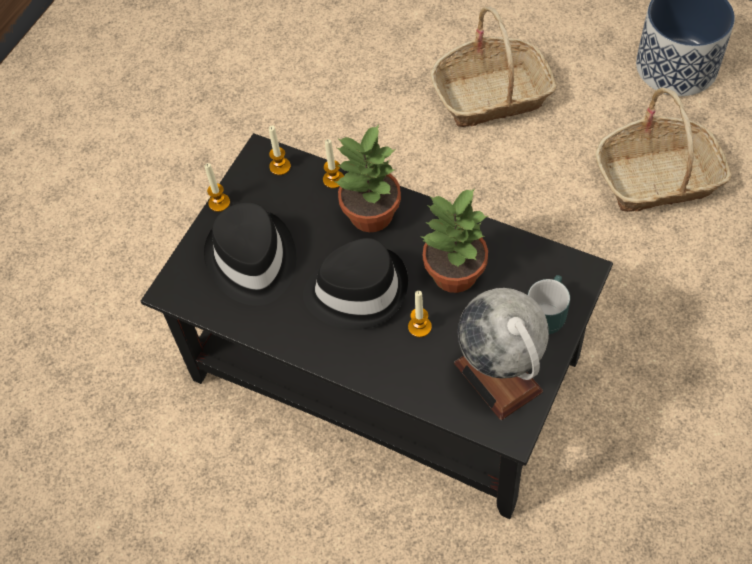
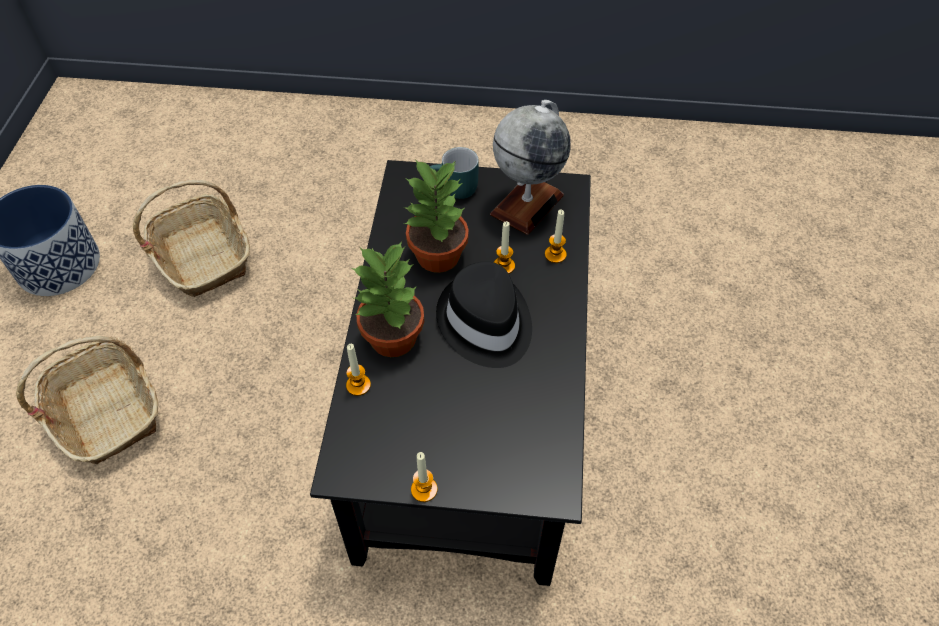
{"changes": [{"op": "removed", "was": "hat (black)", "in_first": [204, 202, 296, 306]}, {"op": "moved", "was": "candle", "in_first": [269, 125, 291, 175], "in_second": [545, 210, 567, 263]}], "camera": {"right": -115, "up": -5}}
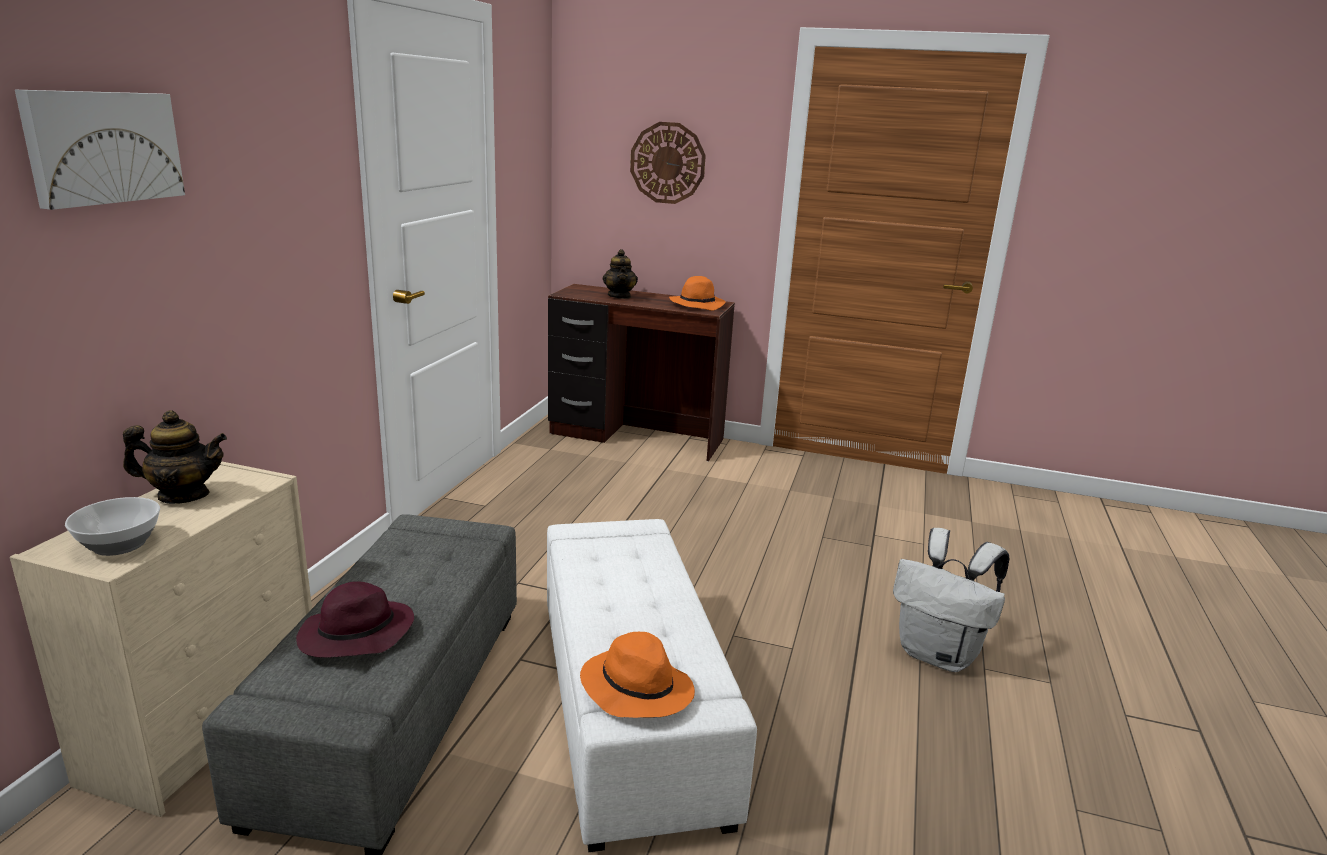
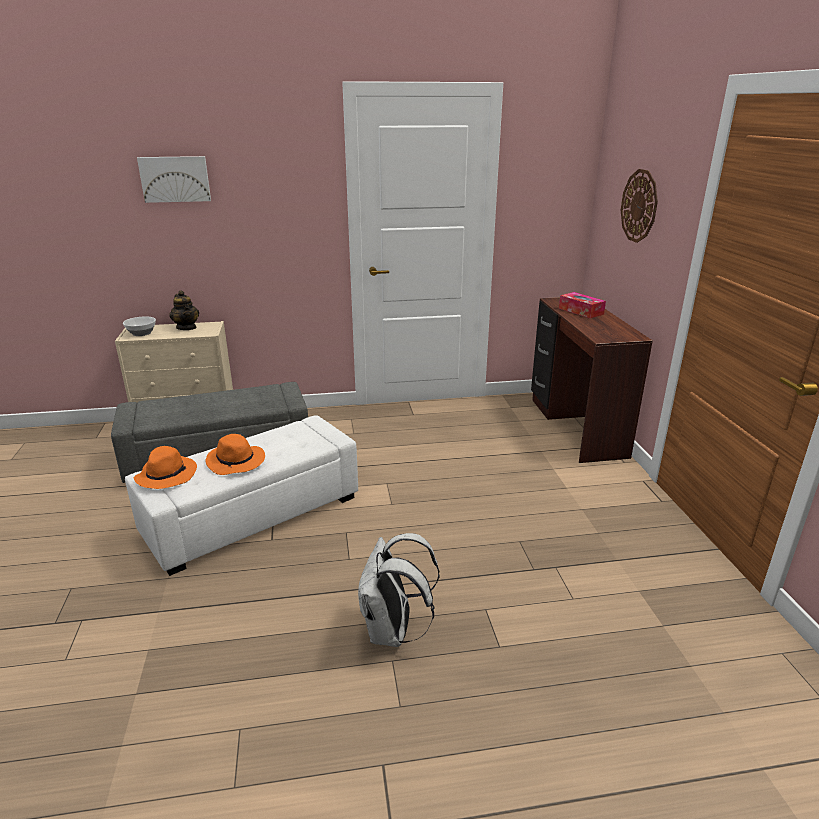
{"changes": [{"op": "removed", "was": "hat (purple)", "in_first": [296, 581, 414, 658]}, {"op": "replaced", "was": "teapot", "now": "tissue box", "in_first": [602, 249, 638, 299], "in_second": [559, 292, 606, 318]}, {"op": "moved", "was": "hat (orange)", "in_first": [669, 276, 726, 311], "in_second": [206, 434, 265, 475]}], "camera": {"right": 65, "up": 5}}
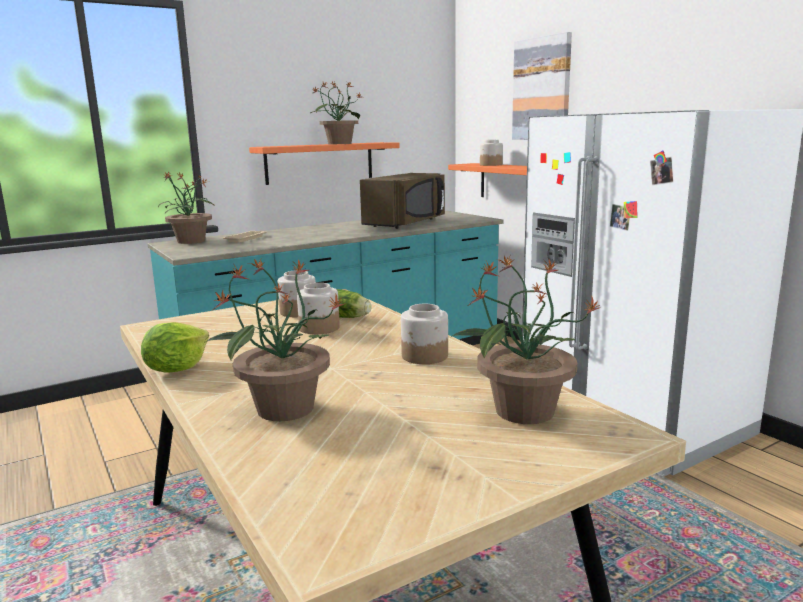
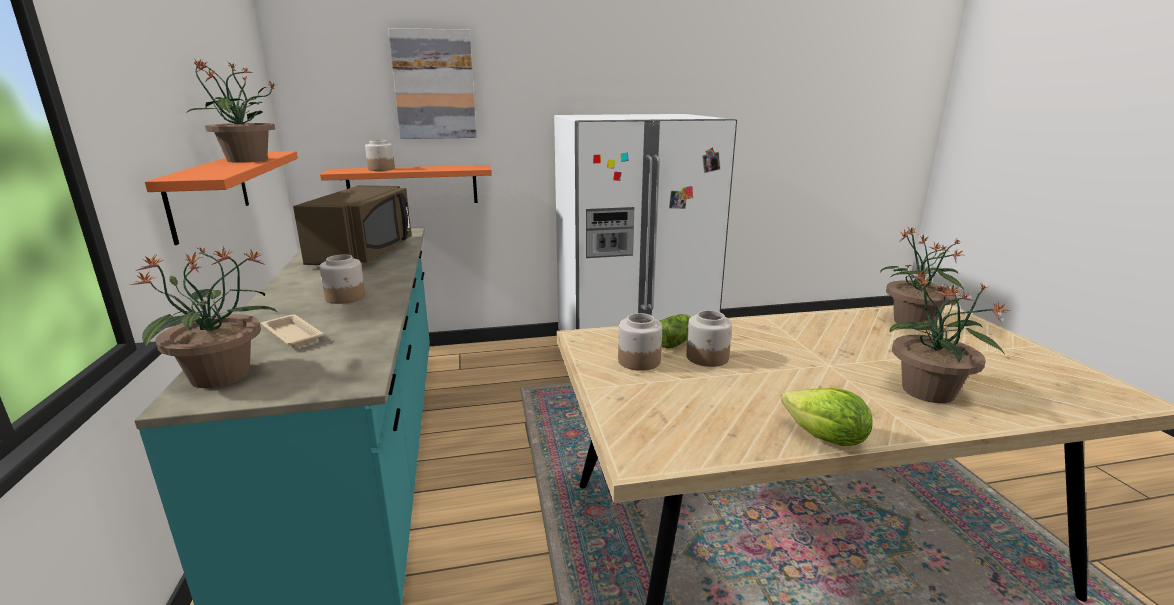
{"changes": [{"op": "turned", "was": "microwave (brown)", "in_first": [360, 173, 445, 229], "in_second": [293, 185, 412, 265], "clockwise": 45}, {"op": "moved", "was": "jar", "in_first": [401, 304, 448, 364], "in_second": [319, 254, 365, 304]}], "camera": {"right": -70, "up": 5}}
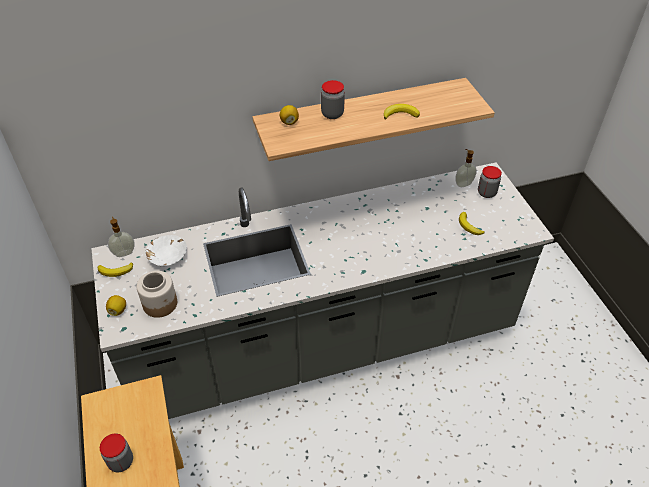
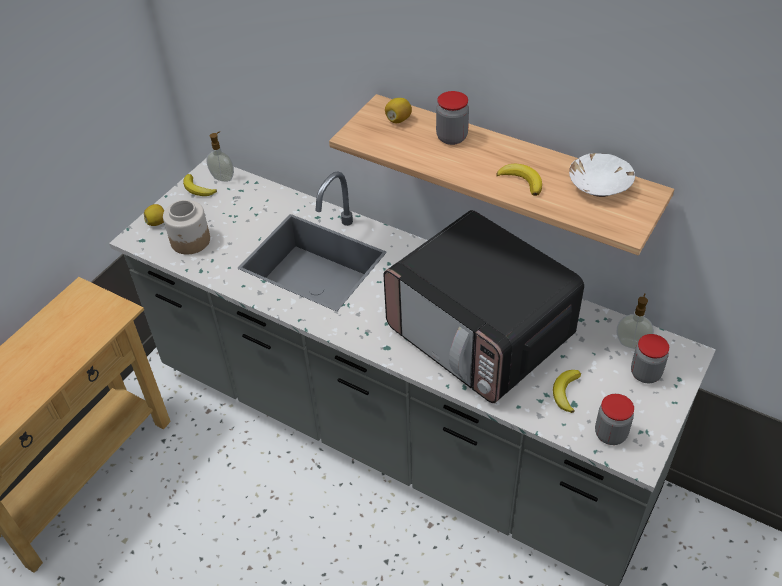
{"changes": [{"op": "moved", "was": "jar", "in_first": [100, 433, 133, 472], "in_second": [595, 394, 634, 445]}, {"op": "moved", "was": "bowl (white)", "in_first": [146, 235, 187, 266], "in_second": [569, 153, 635, 197]}, {"op": "added", "now": "microwave", "in_second": [383, 210, 584, 403]}], "camera": {"right": 50, "up": 0}}
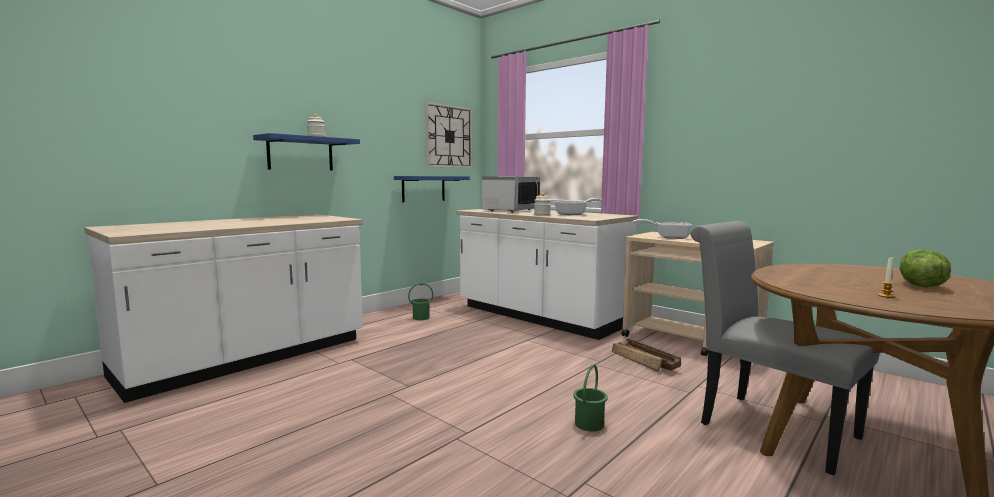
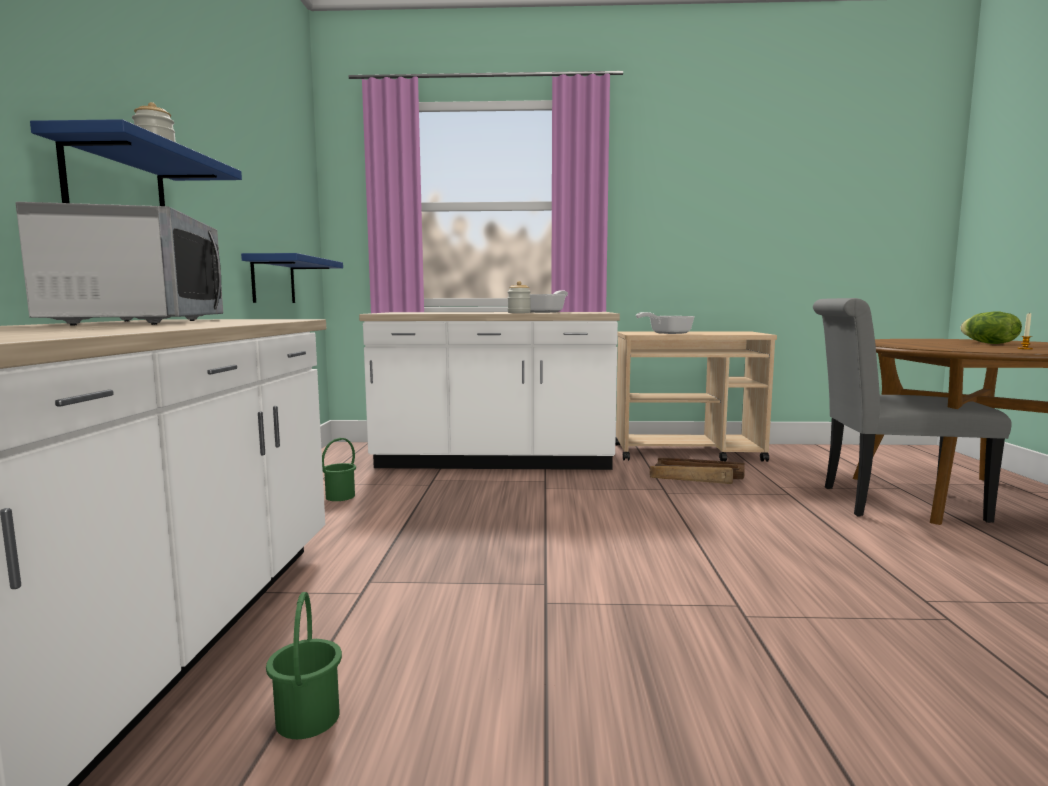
{"changes": [{"op": "removed", "was": "wall clock", "in_first": [425, 102, 472, 168]}, {"op": "moved", "was": "microwave", "in_first": [482, 176, 540, 212], "in_second": [16, 202, 223, 325]}, {"op": "moved", "was": "bucket (green)", "in_first": [573, 365, 608, 432], "in_second": [266, 592, 342, 739]}], "camera": {"right": -40, "up": 0}}
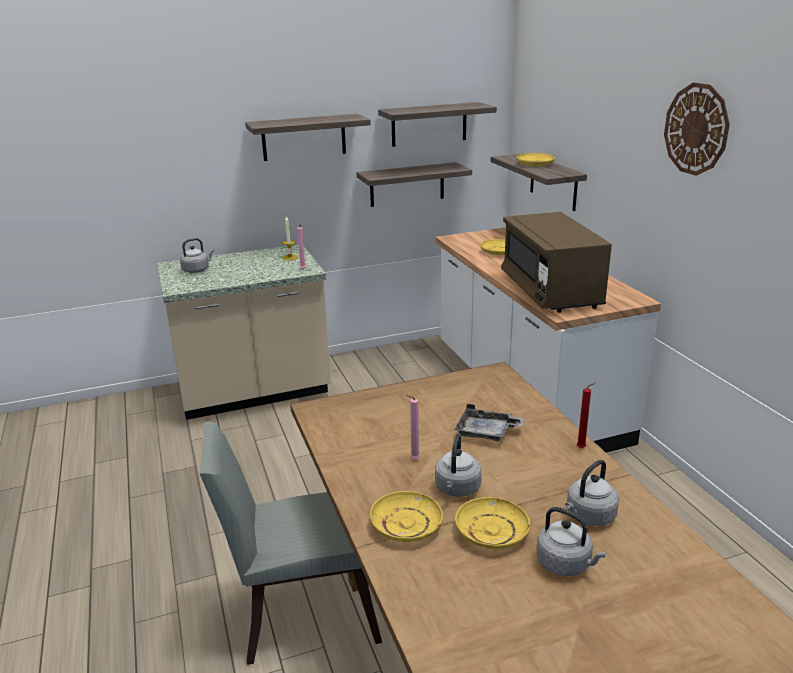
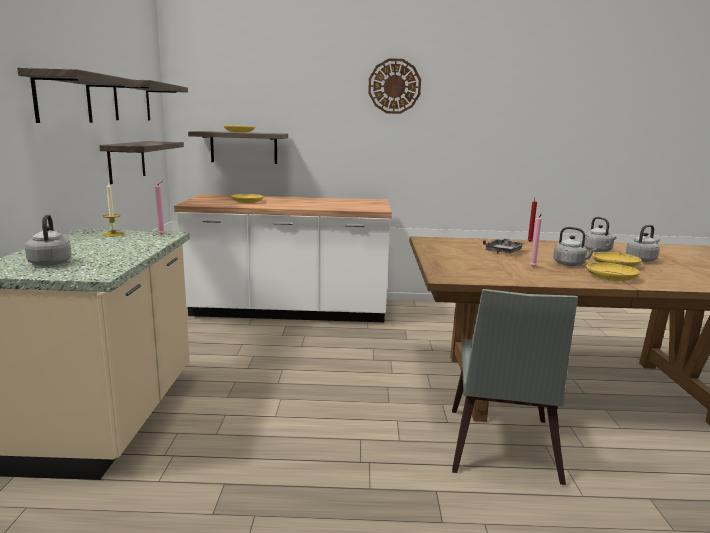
{"changes": [{"op": "removed", "was": "microwave (brown)", "in_first": [501, 212, 612, 313]}], "camera": {"right": -70, "up": -10}}
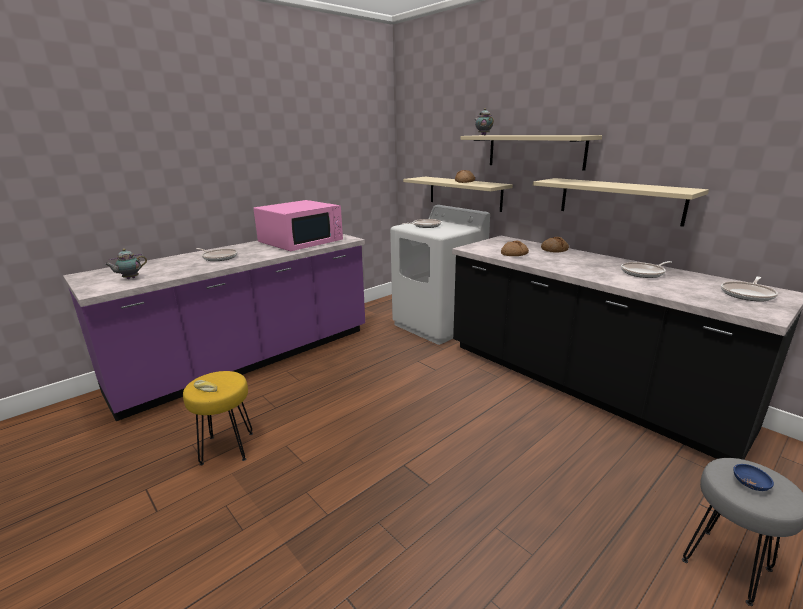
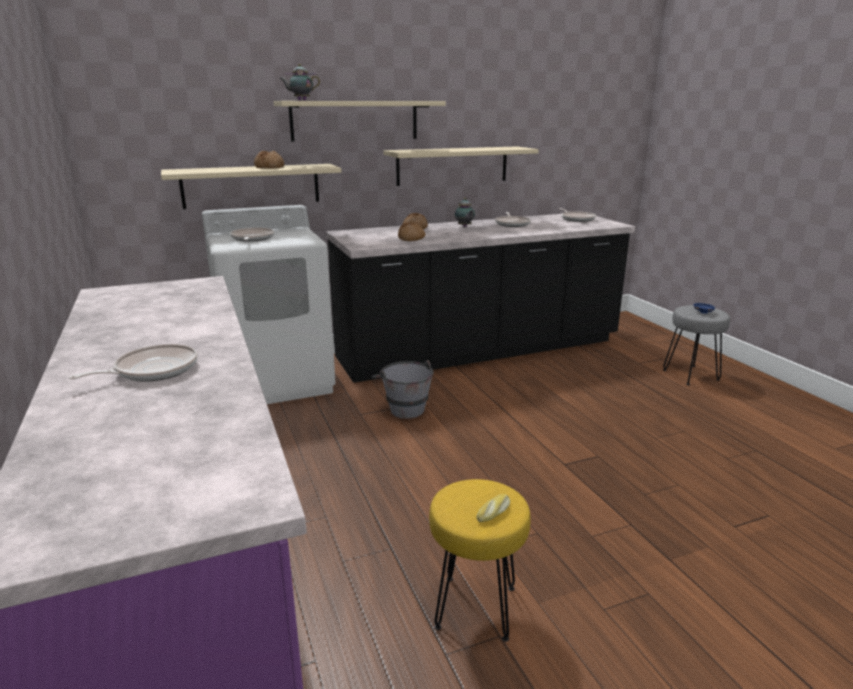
{"changes": [{"op": "moved", "was": "teapot", "in_first": [105, 249, 147, 279], "in_second": [455, 198, 475, 227]}, {"op": "removed", "was": "microwave (pink)", "in_first": [253, 200, 343, 251]}, {"op": "added", "now": "bucket (grey)", "in_second": [371, 360, 434, 419]}], "camera": {"right": -70, "up": 0}}
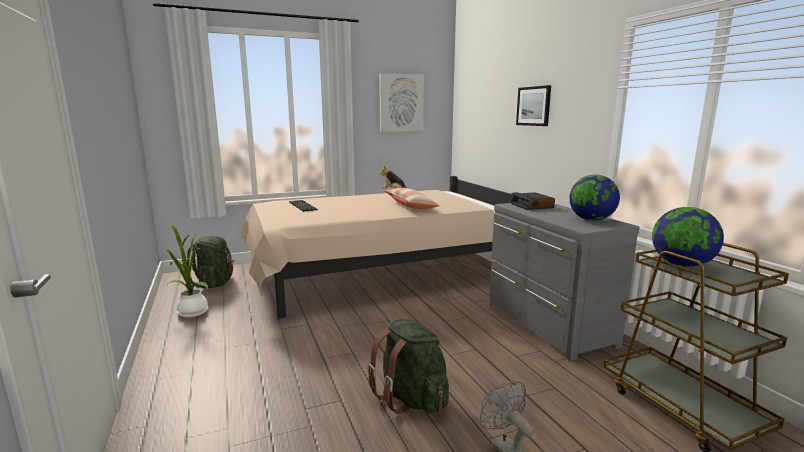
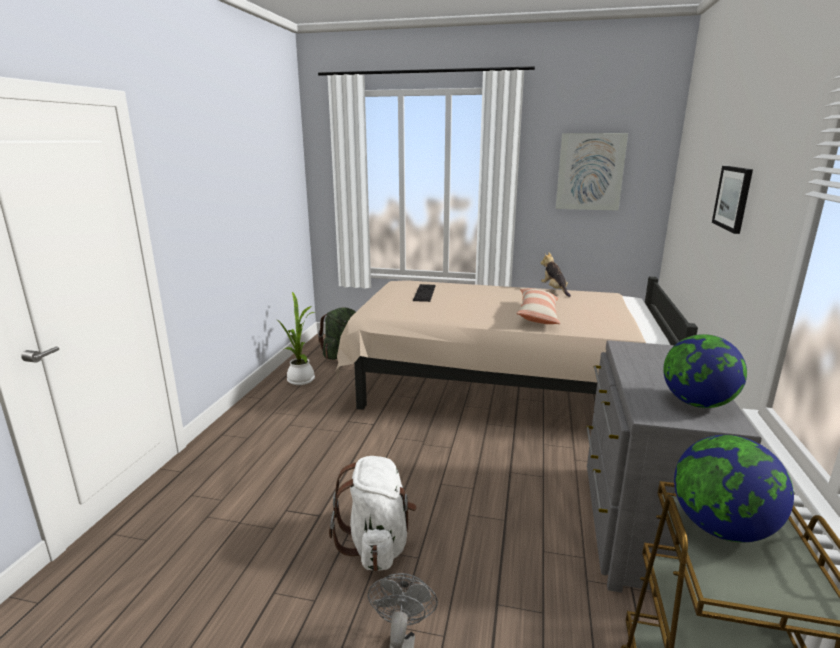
{"changes": [{"op": "recoloured", "was": "backpack (green)", "now": "backpack (white)", "in_first": [367, 319, 449, 414], "in_second": [329, 456, 417, 571]}, {"op": "removed", "was": "alarm clock", "in_first": [511, 192, 555, 210]}], "camera": {"right": 35, "up": 5}}
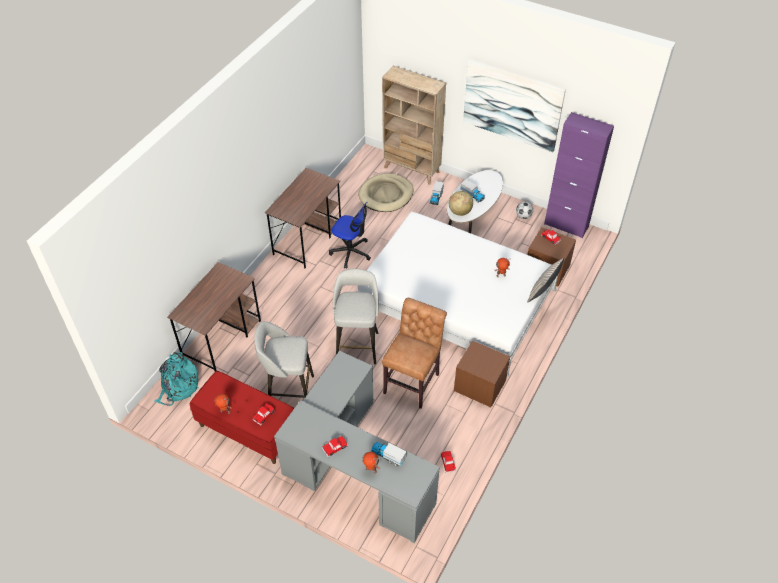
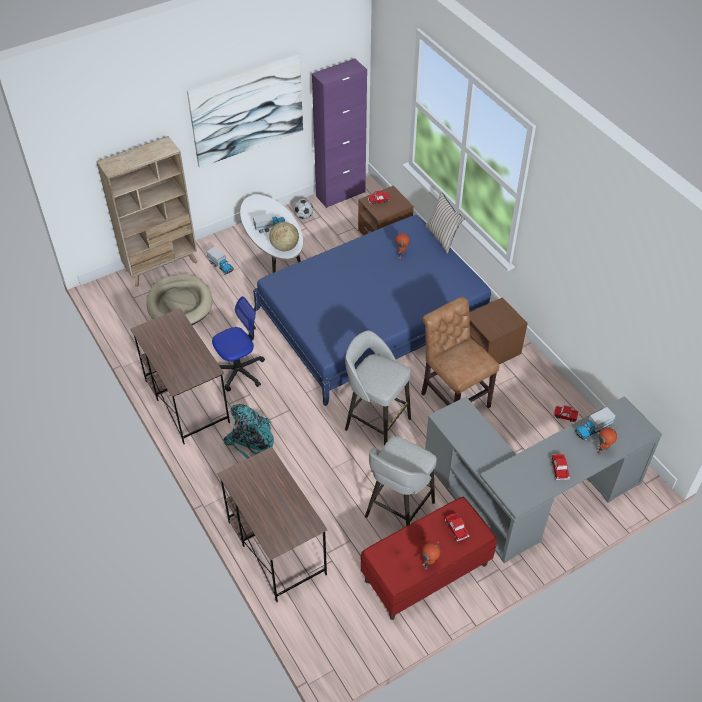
{"changes": [{"op": "moved", "was": "backpack (turquoise)", "in_first": [154, 352, 199, 406], "in_second": [223, 404, 274, 459]}, {"op": "recoloured", "was": "bed (white)", "now": "bed (blue)", "in_first": [355, 212, 559, 378], "in_second": [253, 215, 491, 406]}], "camera": {"right": -60, "up": 0}}
